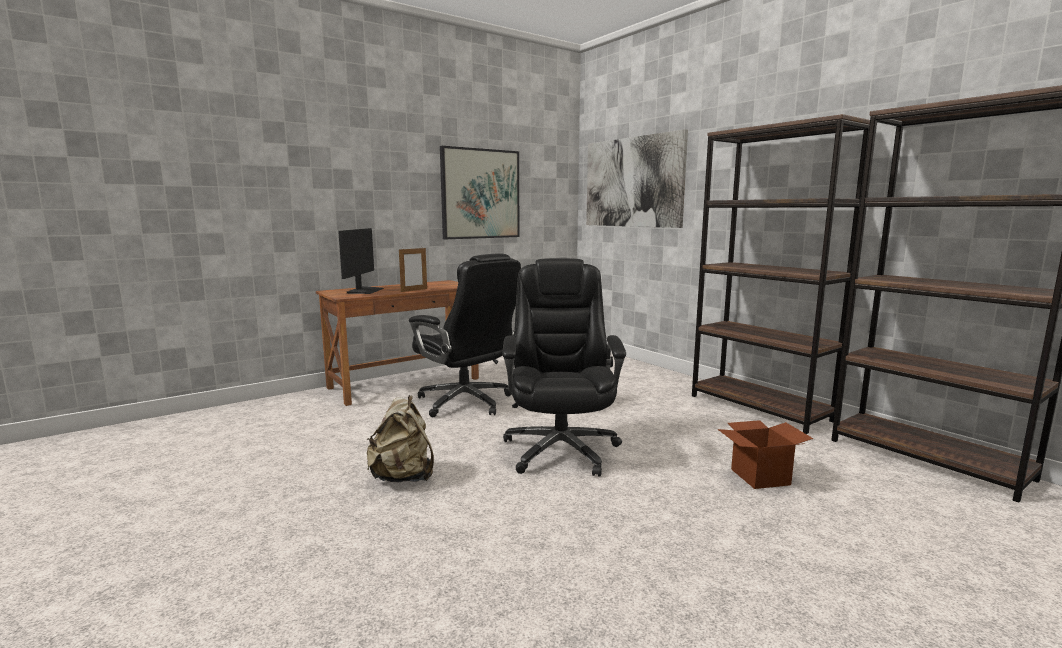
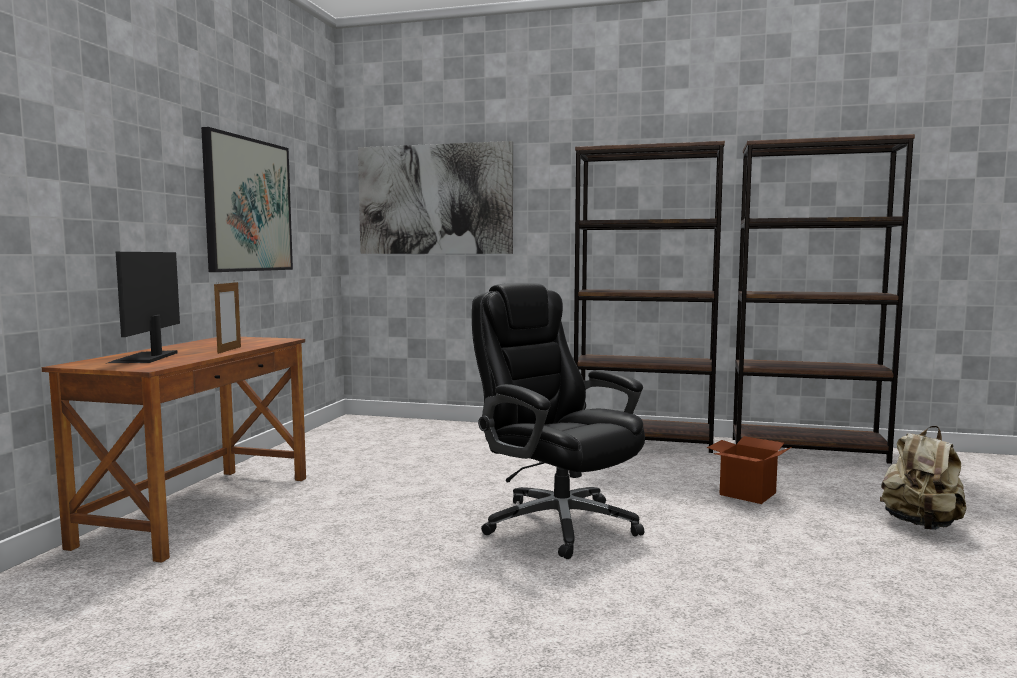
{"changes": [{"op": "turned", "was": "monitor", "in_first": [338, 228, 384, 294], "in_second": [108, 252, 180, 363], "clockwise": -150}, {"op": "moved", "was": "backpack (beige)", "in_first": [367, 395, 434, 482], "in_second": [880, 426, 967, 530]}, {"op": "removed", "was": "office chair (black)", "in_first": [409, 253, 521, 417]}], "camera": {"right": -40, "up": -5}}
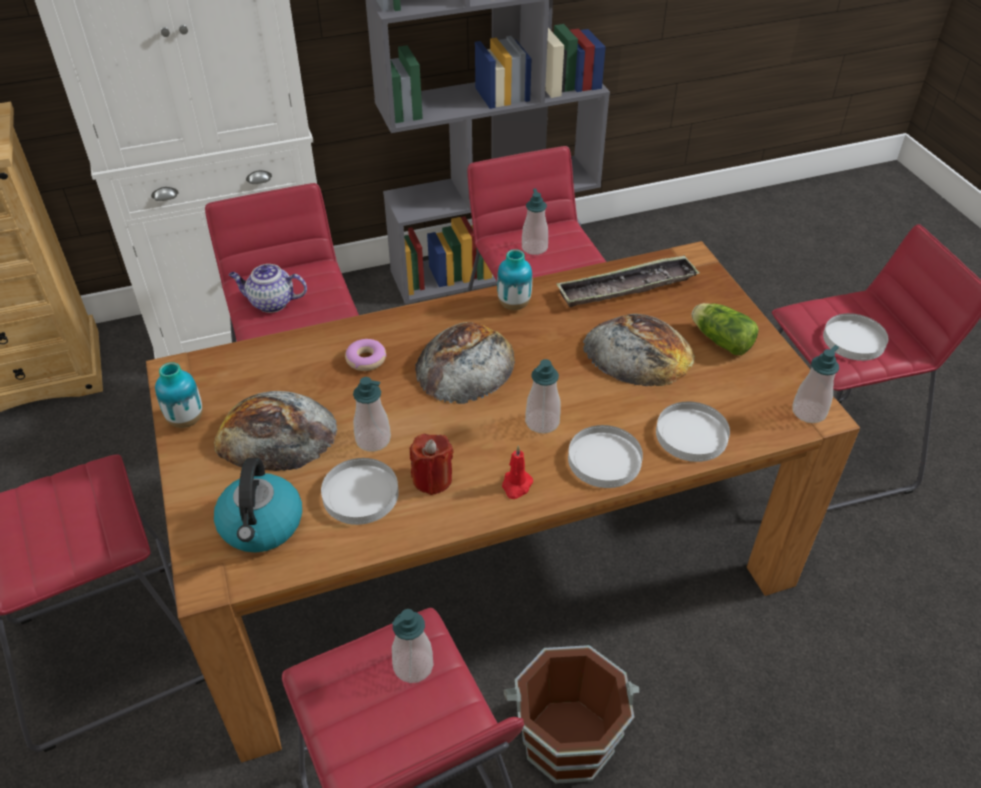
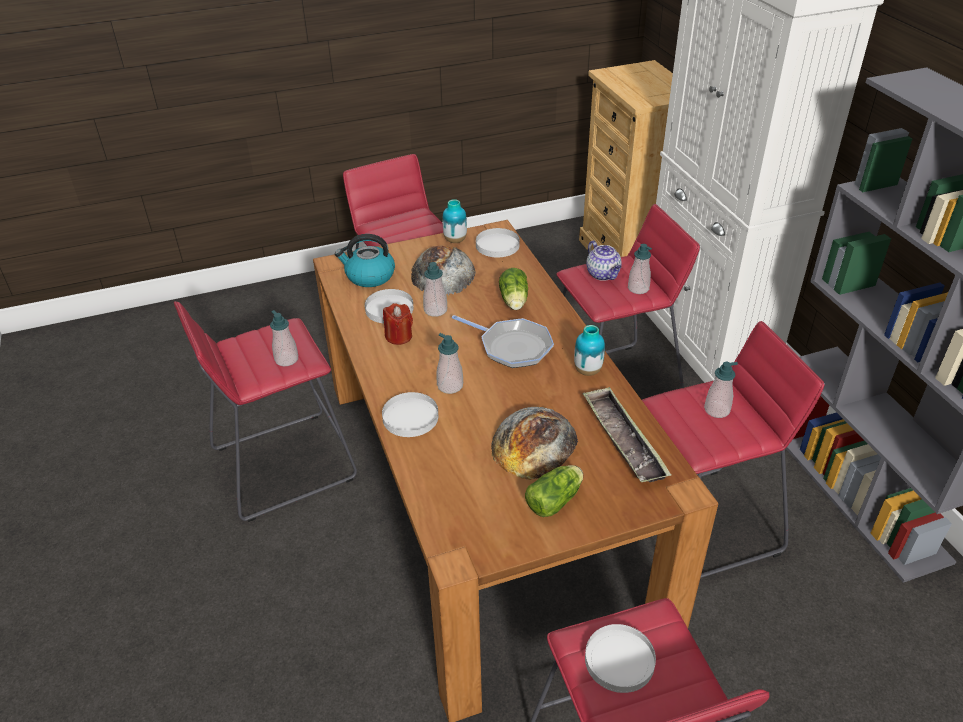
{"changes": [{"op": "turned", "was": "teapot", "in_first": [229, 264, 307, 313], "in_second": [586, 240, 622, 281], "clockwise": 150}, {"op": "replaced", "was": "donut", "now": "lettuce", "in_first": [345, 339, 386, 371], "in_second": [499, 268, 528, 310]}, {"op": "replaced", "was": "bread", "now": "frying pan", "in_first": [415, 322, 515, 404], "in_second": [452, 315, 554, 368]}, {"op": "removed", "was": "candle (red)", "in_first": [502, 446, 533, 499]}, {"op": "removed", "was": "bucket (brown)", "in_first": [504, 645, 639, 784]}, {"op": "moved", "was": "plate (white)", "in_first": [656, 402, 730, 462], "in_second": [476, 228, 520, 257]}, {"op": "moved", "was": "soap dispenser", "in_first": [792, 345, 839, 423], "in_second": [628, 244, 652, 294]}], "camera": {"right": 90, "up": -5}}
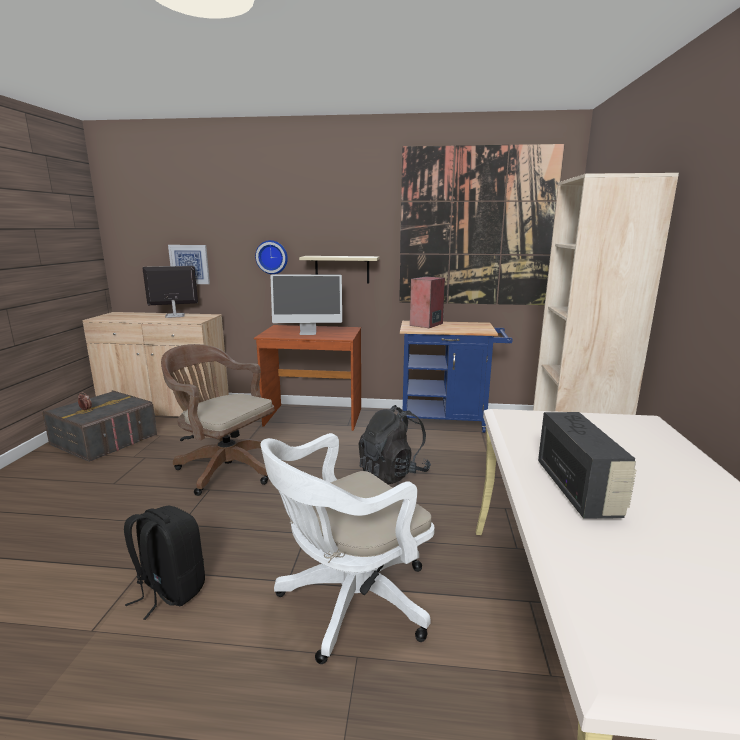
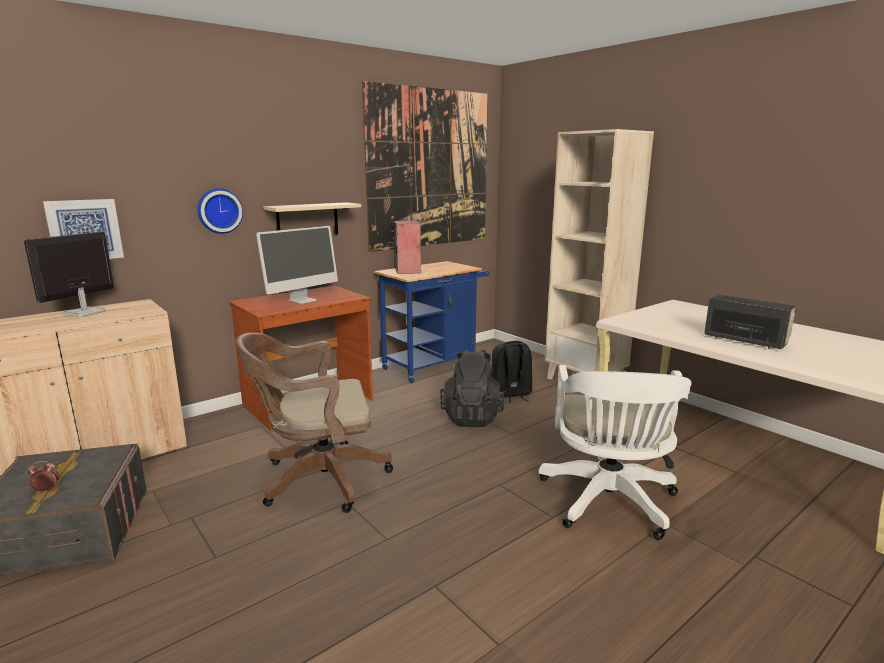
{"changes": [{"op": "moved", "was": "backpack (black)", "in_first": [124, 506, 205, 620], "in_second": [491, 341, 532, 403]}], "camera": {"right": -45, "up": 0}}
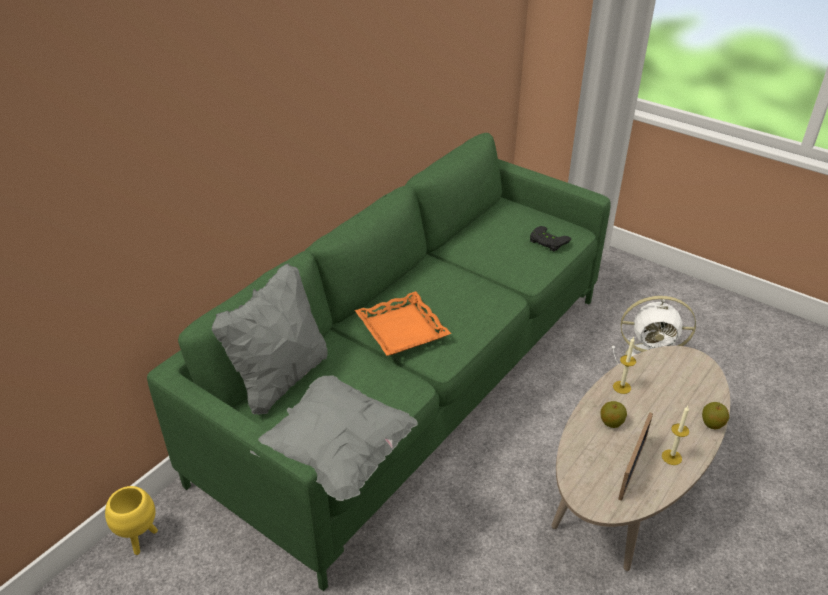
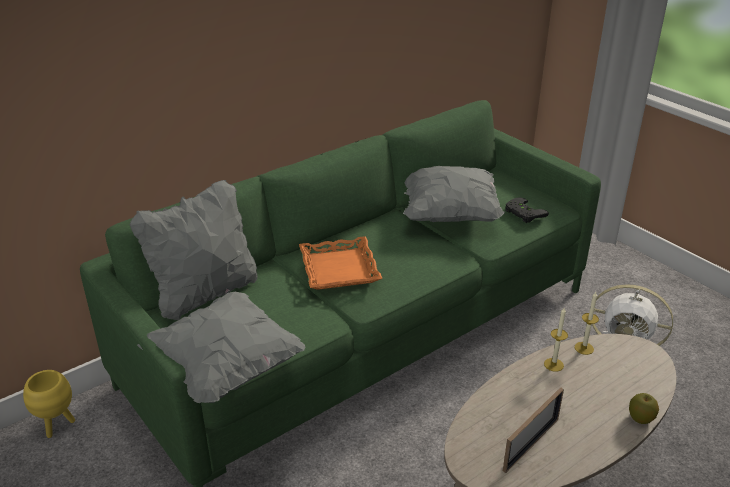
{"changes": [{"op": "removed", "was": "apple", "in_first": [601, 401, 627, 428]}, {"op": "moved", "was": "candle", "in_first": [662, 406, 689, 465], "in_second": [575, 292, 599, 355]}, {"op": "added", "now": "pillow (grey)", "in_second": [403, 166, 505, 222]}], "camera": {"right": 15, "up": -5}}
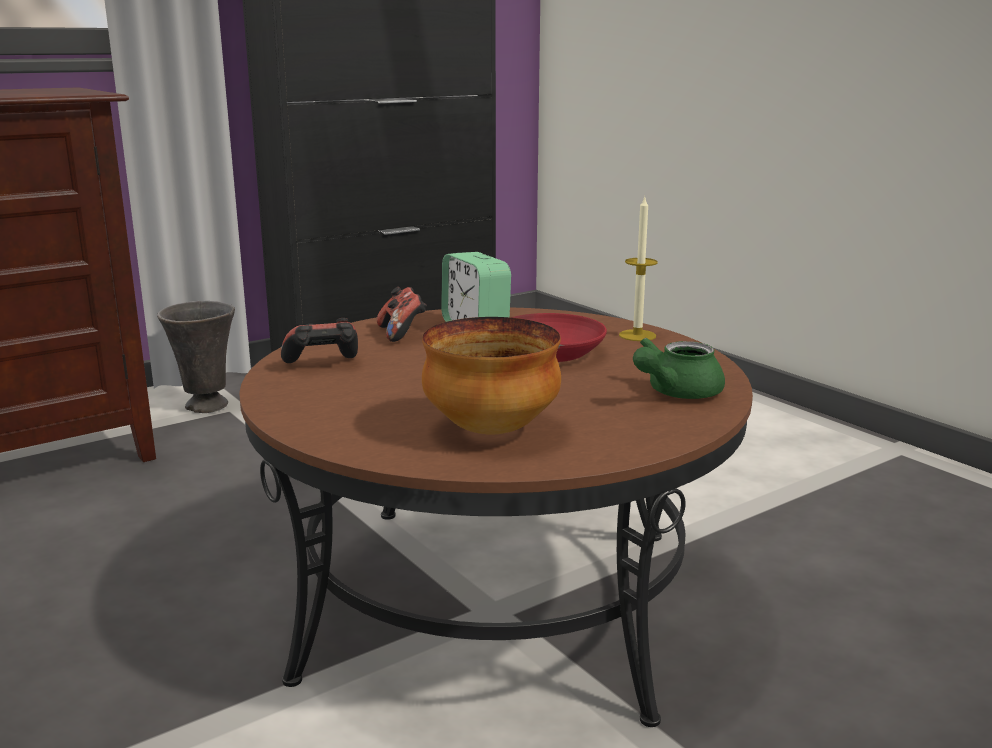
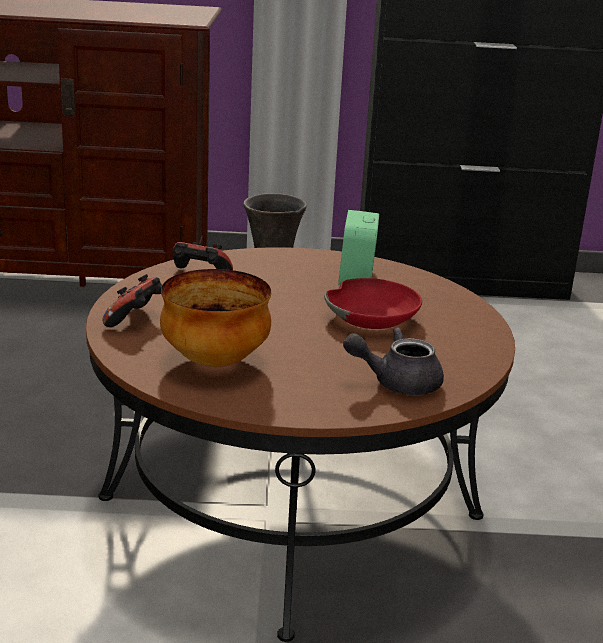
{"changes": [{"op": "moved", "was": "game controller", "in_first": [377, 287, 427, 342], "in_second": [103, 274, 162, 327]}, {"op": "removed", "was": "candle", "in_first": [619, 195, 658, 341]}, {"op": "recoloured", "was": "teapot (green)", "now": "teapot (grey)", "in_first": [633, 338, 725, 399], "in_second": [343, 328, 444, 395]}], "camera": {"right": 35, "up": 5}}
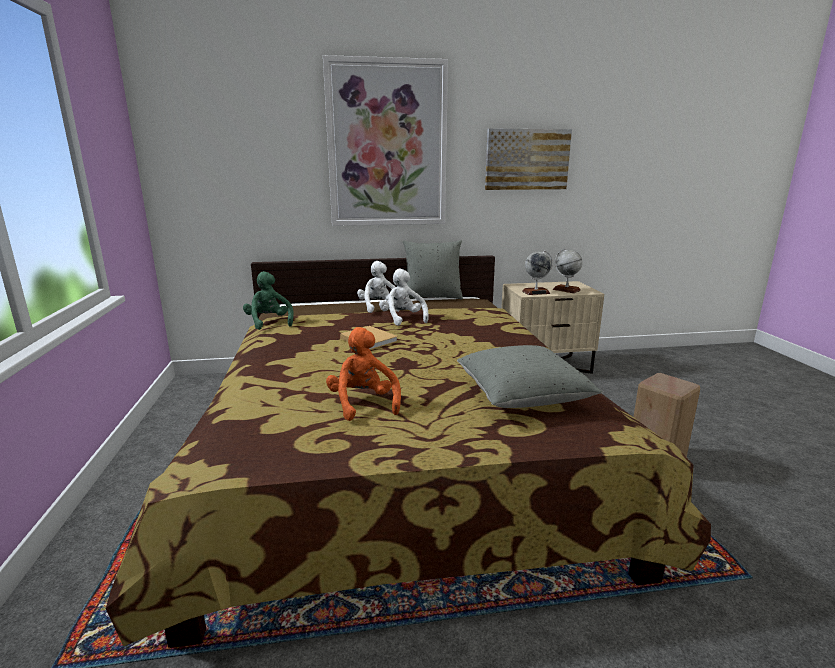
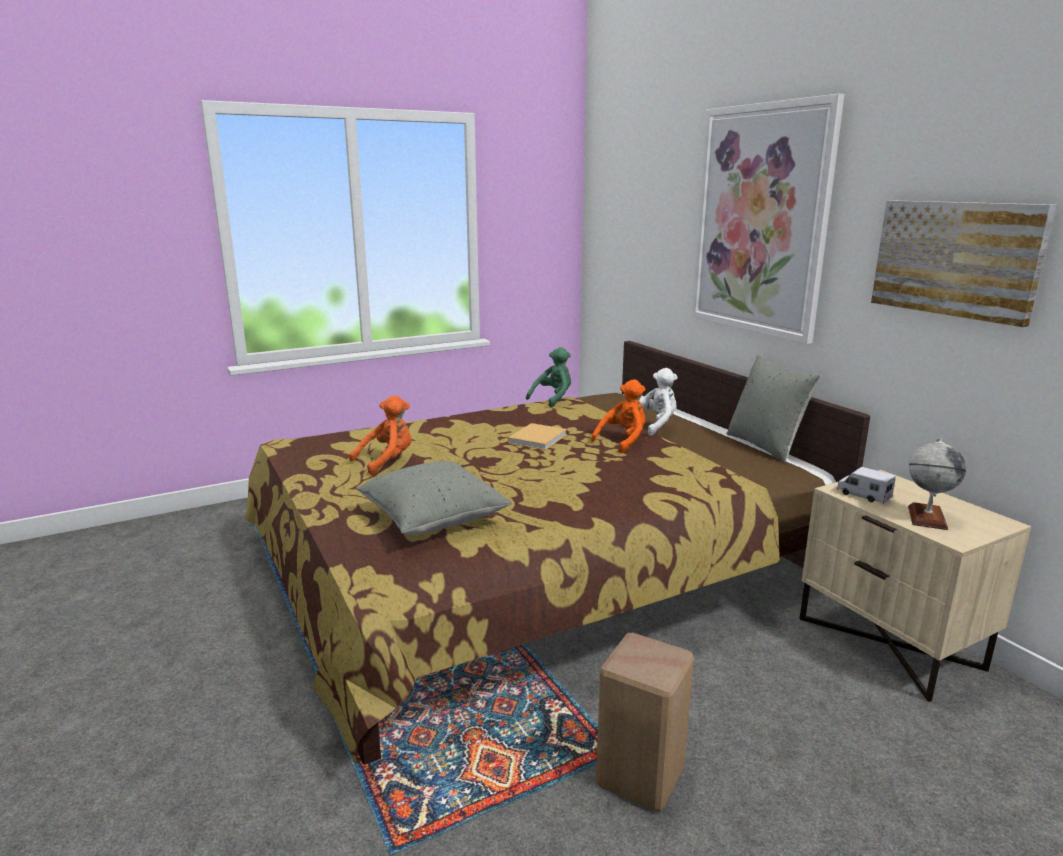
{"changes": [{"op": "recoloured", "was": "plush toy (white)", "now": "plush toy (orange)", "in_first": [379, 269, 429, 326], "in_second": [591, 379, 645, 453]}, {"op": "replaced", "was": "globe", "now": "toy truck", "in_first": [522, 250, 553, 295], "in_second": [837, 467, 896, 504]}], "camera": {"right": 70, "up": 0}}
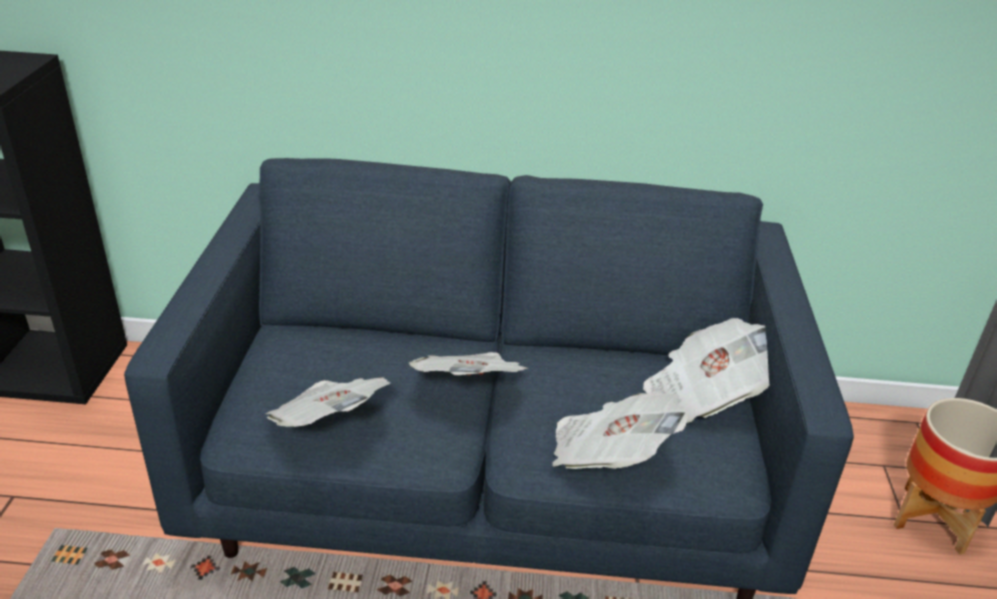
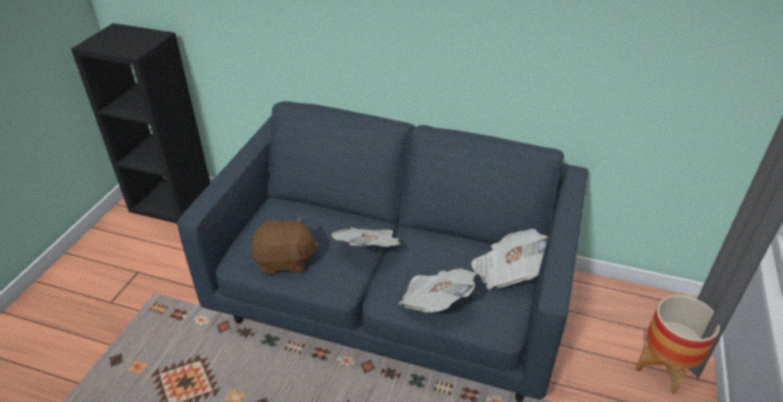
{"changes": [{"op": "replaced", "was": "newspaper", "now": "plush toy (brown)", "in_first": [265, 377, 391, 427], "in_second": [251, 216, 319, 275]}], "camera": {"right": 15, "up": 5}}
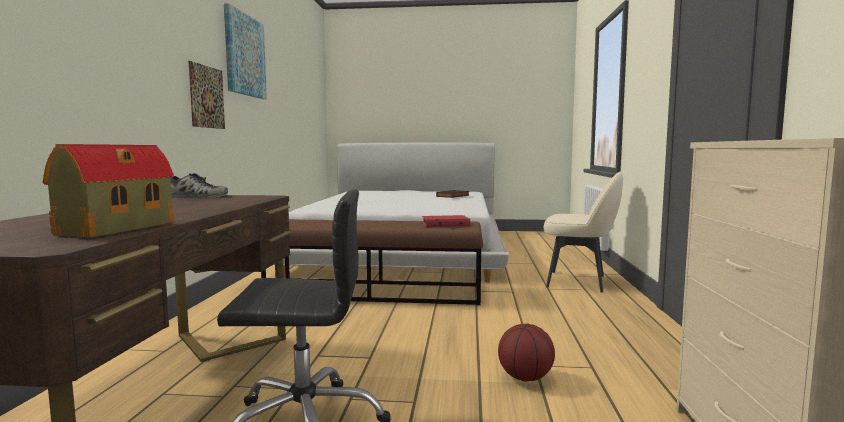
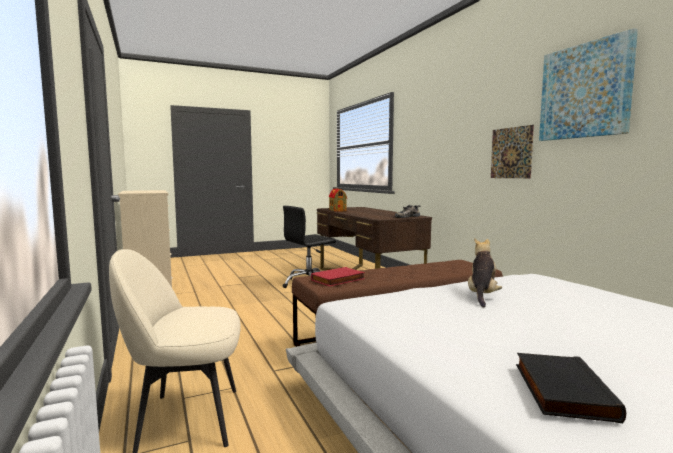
{"changes": [{"op": "removed", "was": "basketball", "in_first": [498, 324, 555, 381]}, {"op": "added", "now": "plush toy", "in_second": [468, 238, 502, 308]}], "camera": {"right": 150, "up": 0}}
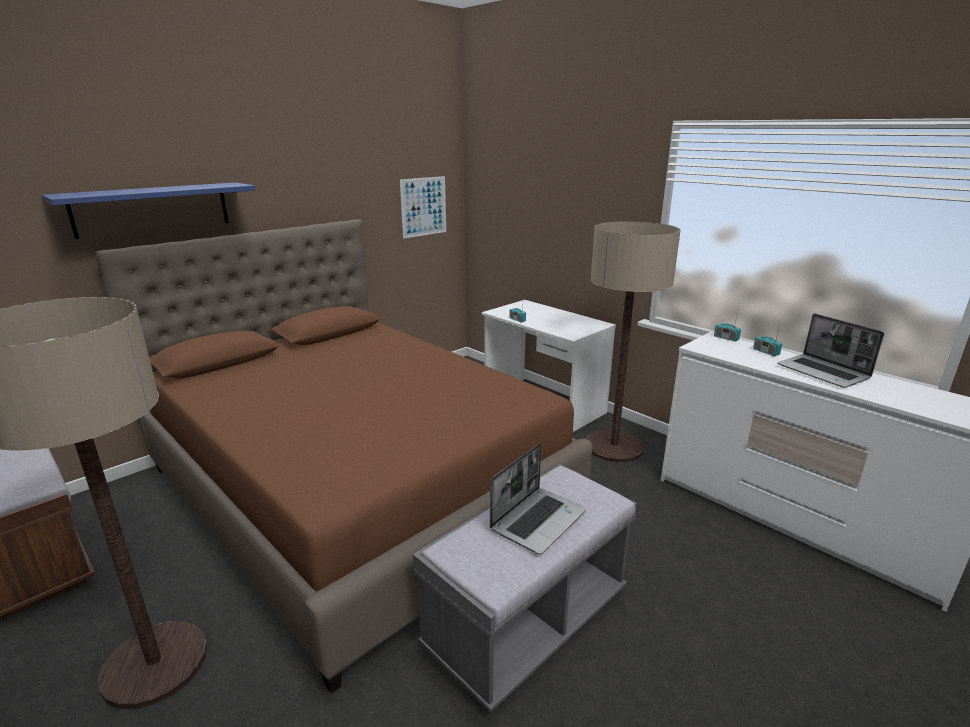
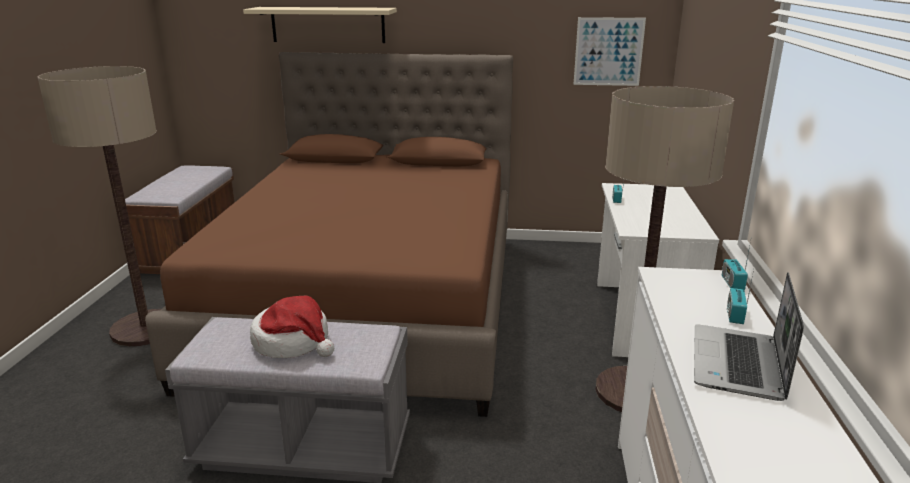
{"changes": [{"op": "recoloured", "was": "shelf (blue)", "now": "shelf (beige)", "in_first": [41, 182, 255, 239], "in_second": [243, 7, 397, 43]}, {"op": "replaced", "was": "laptop", "now": "hat", "in_first": [490, 443, 586, 555], "in_second": [250, 296, 334, 358]}], "camera": {"right": 50, "up": 0}}
